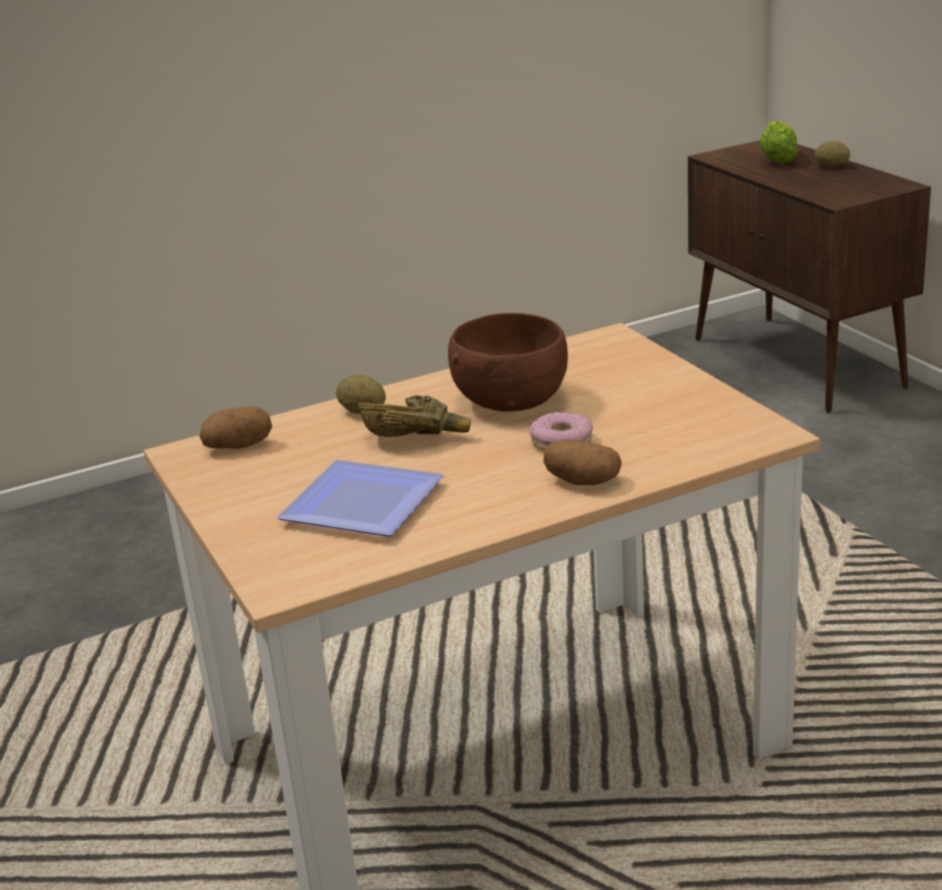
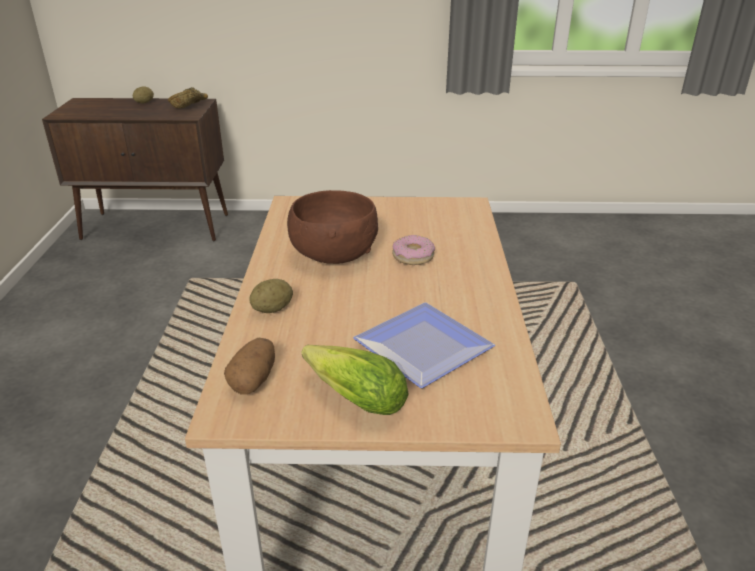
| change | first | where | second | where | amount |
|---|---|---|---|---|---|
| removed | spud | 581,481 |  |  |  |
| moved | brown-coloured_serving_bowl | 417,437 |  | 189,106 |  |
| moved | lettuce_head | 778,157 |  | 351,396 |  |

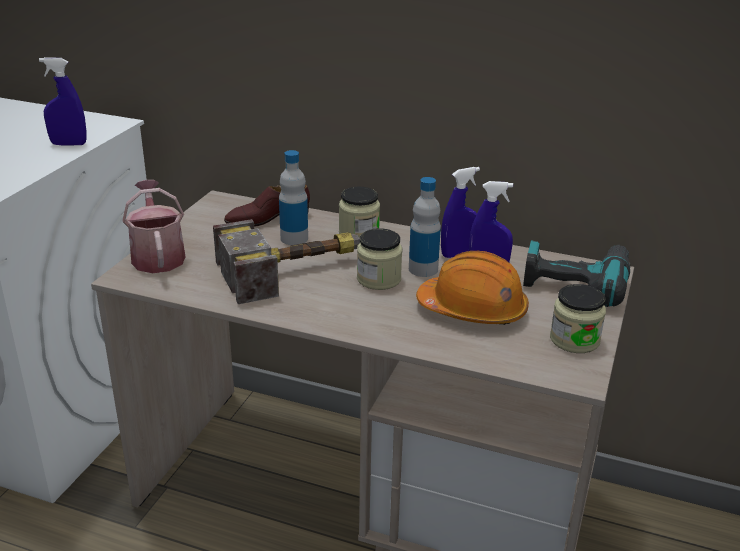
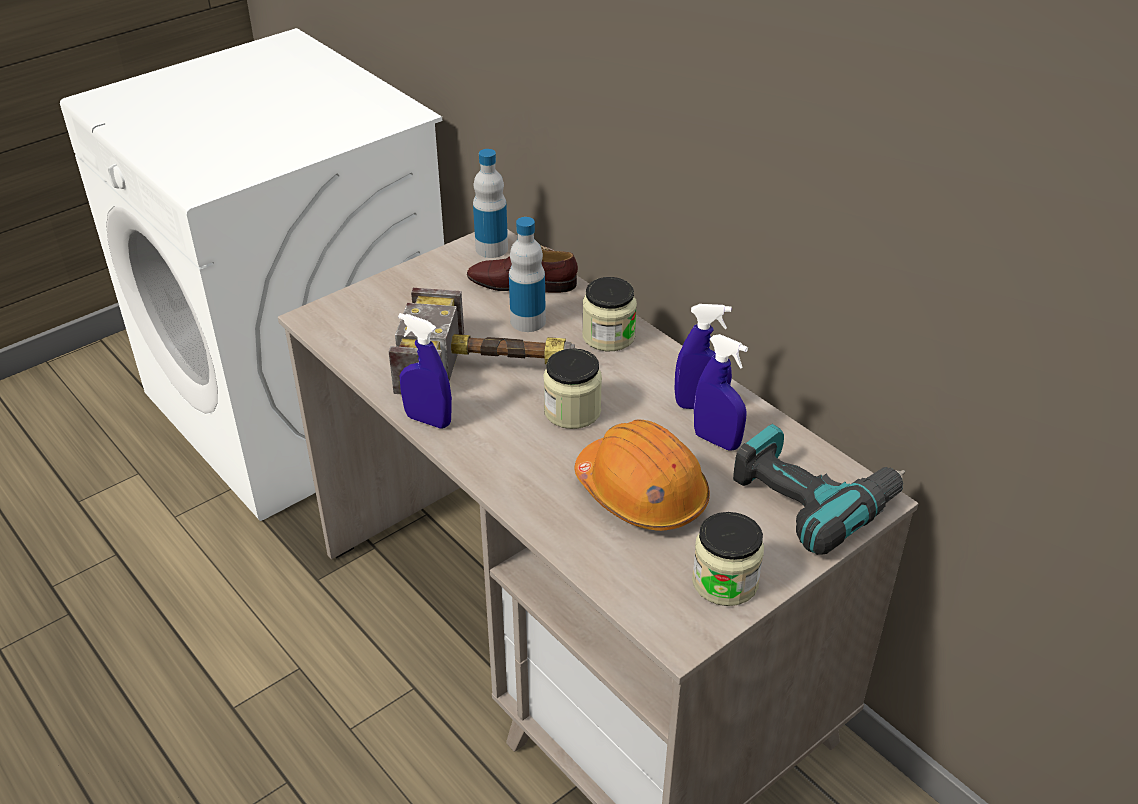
| change | first | where | second | where | amount |
|---|---|---|---|---|---|
| removed | watering_pot | 157,255 |  |  |  |
| moved | blue_hand_sprayer | 69,144 |  | 428,420 |  |
| moved | beverage_bottle | 423,269 |  | 491,249 |  |

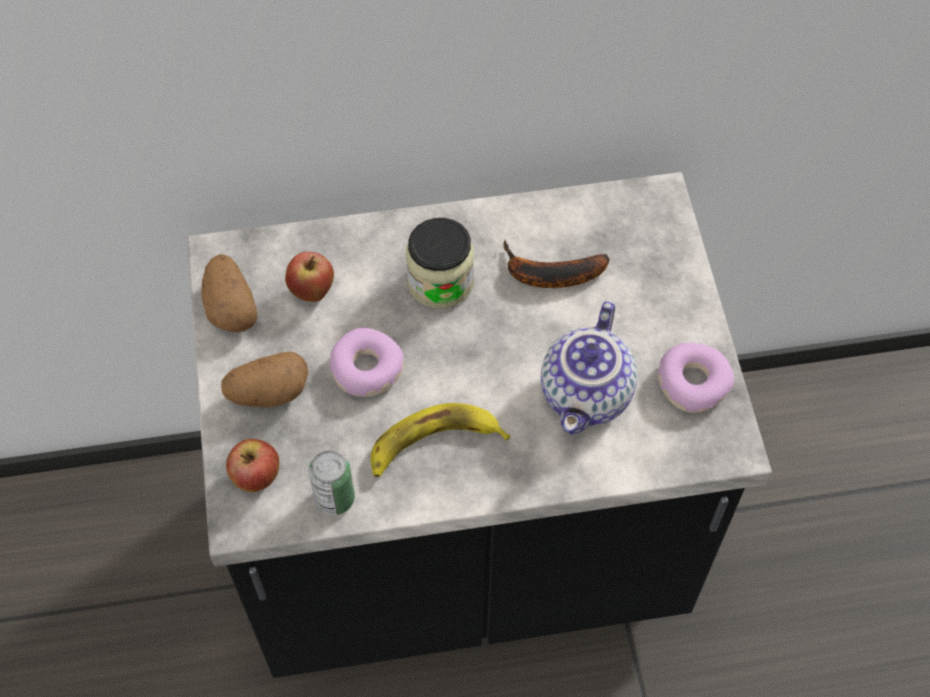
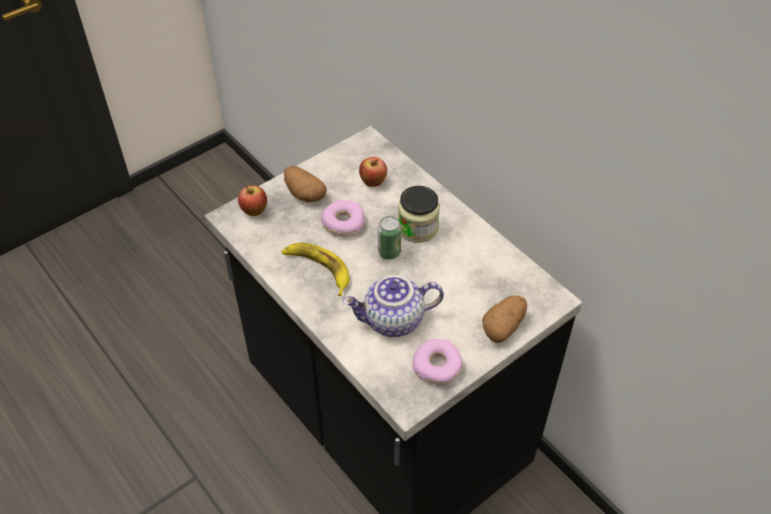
| change | first | where | second | where | amount |
|---|---|---|---|---|---|
| removed | banana | 548,274 |  |  |  |
| moved | spud | 231,306 |  | 504,327 |  |
| moved | can | 335,498 |  | 389,252 |  |

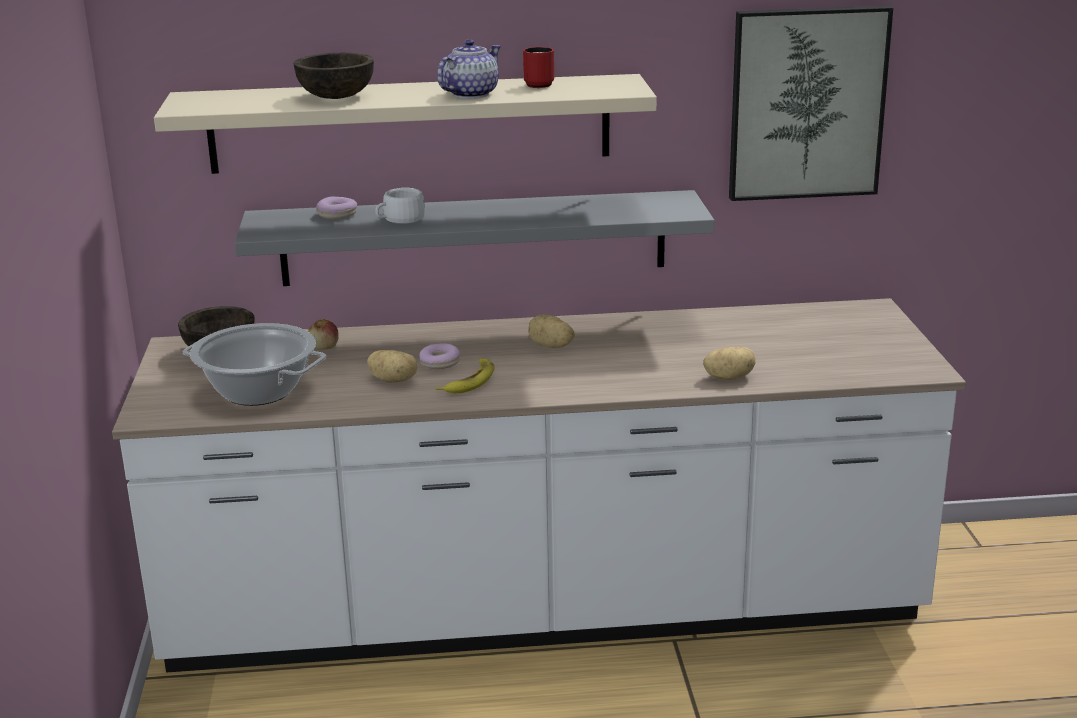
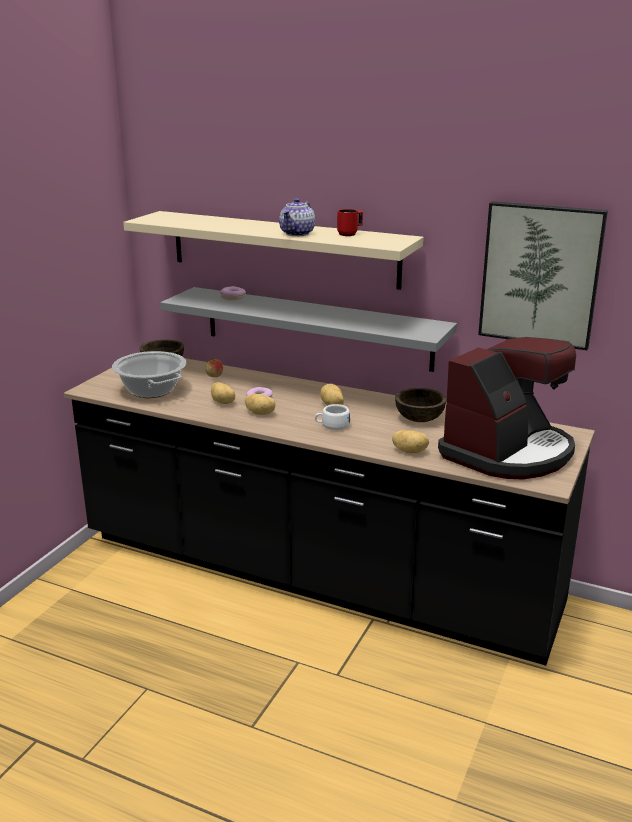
| change | first | where | second | where | amount |
|---|---|---|---|---|---|
| added |  |  | coffee_machine | 508,452 |  |
| moved | brown-coloured_serving_bowl | 337,97 |  | 419,419 |  |
| moved | whitish_drinking_cup | 399,220 |  | 332,425 |  |
| replaced | banana | 470,381 | spud | 260,413 |  |
| recoloured | whitish_kitchen_counter | 543,610 | black-coloured_kitchen_counter | 316,573 |  |
| turned | teapot | 470,94 |  | 298,233 | 135 degrees clockwise |

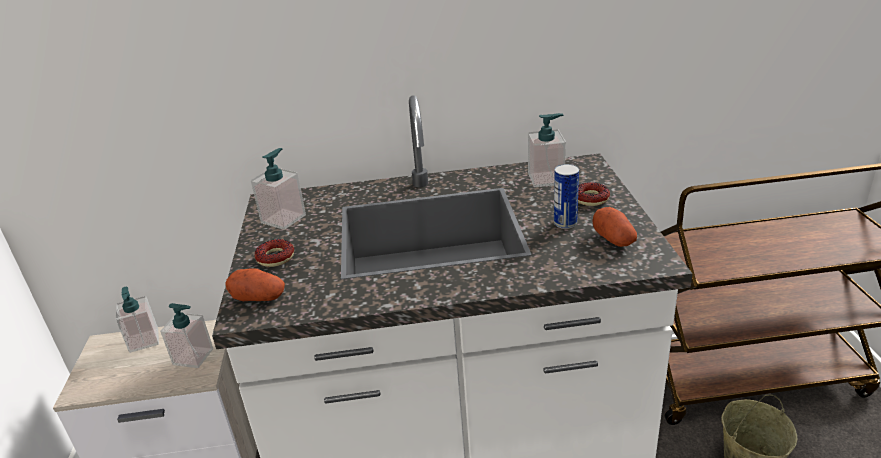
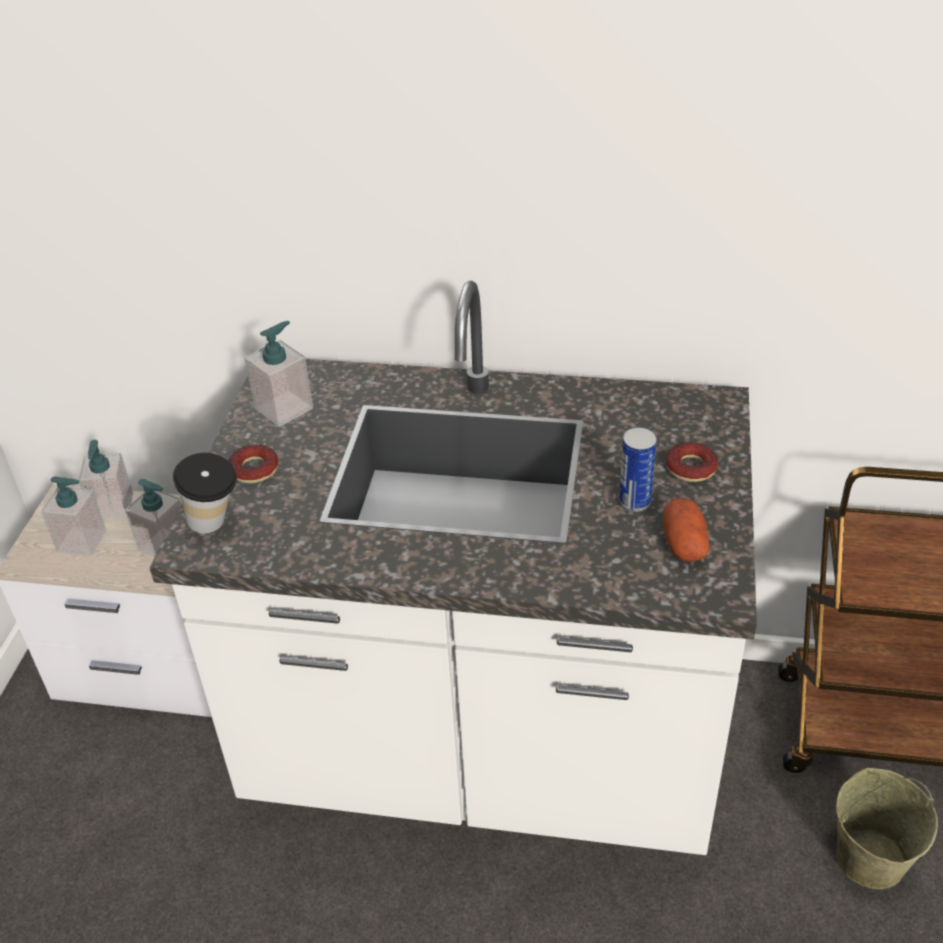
| change | first | where | second | where | amount |
|---|---|---|---|---|---|
| moved | soap_dispenser | 546,179 |  | 82,541 |  |
| replaced | spud | 258,297 | drinking_cup | 216,526 |  |

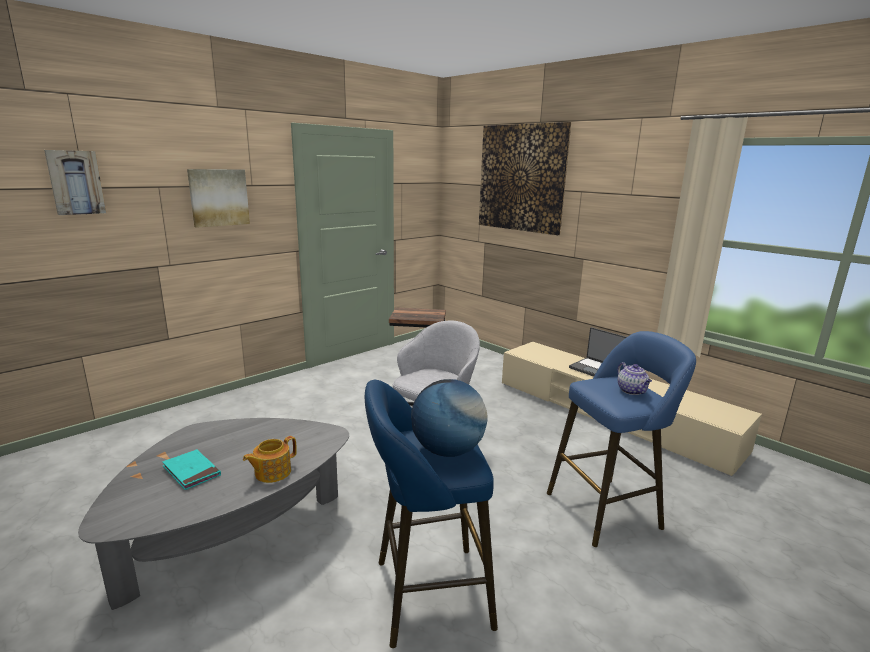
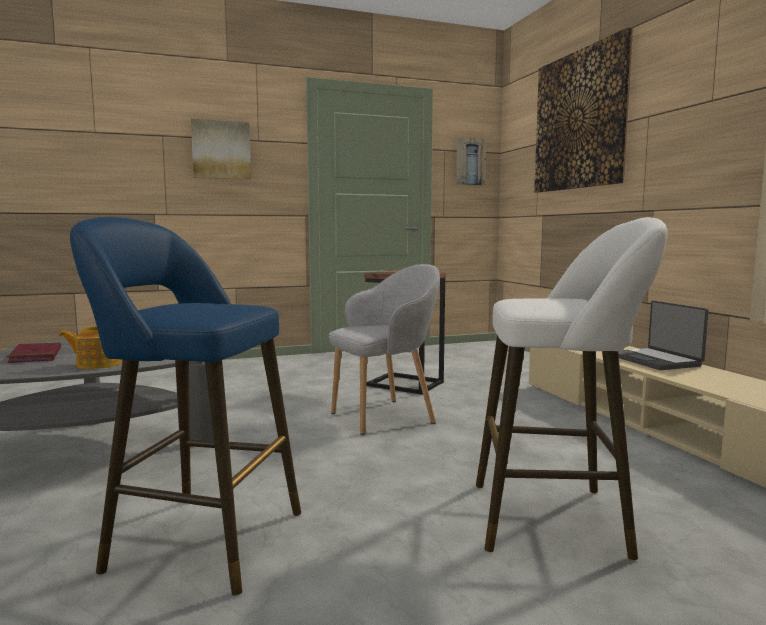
| change | first | where | second | where | amount |
|---|---|---|---|---|---|
| removed | globe | 447,450 |  |  |  |
| removed | teapot | 632,391 |  |  |  |
| moved | wall_art | 76,182 |  | 470,162 |  |
| recoloured | turquoise_bound_book | 191,471 | reddish_bound_book | 36,356 |  |
| recoloured | blue_stool_seat | 608,509 | whitish_stool_seat | 558,518 |  |

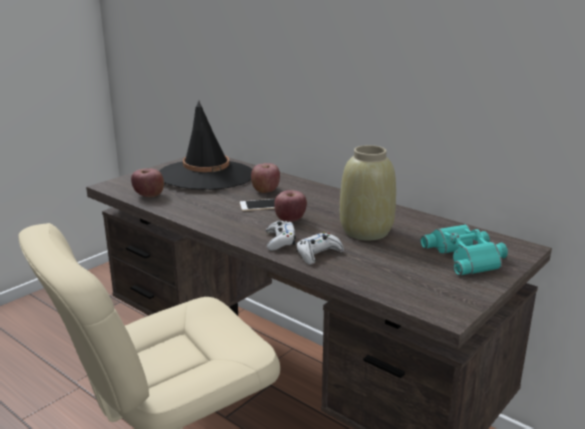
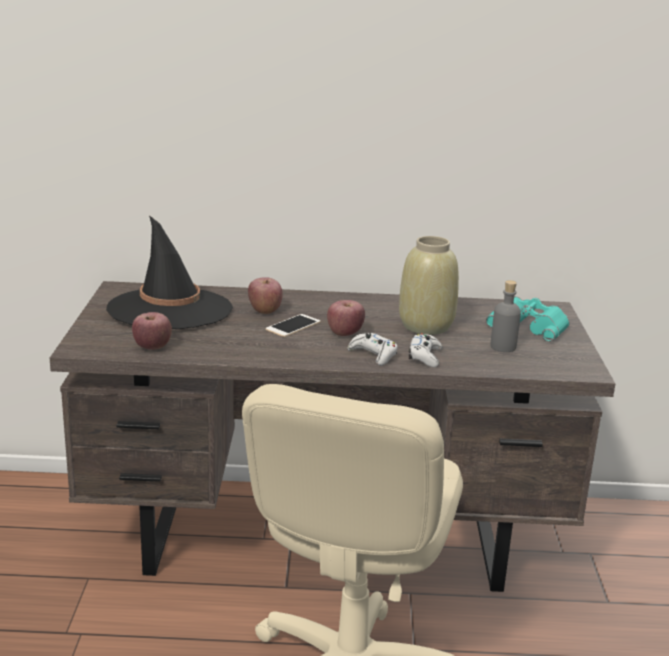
| change | first | where | second | where | amount |
|---|---|---|---|---|---|
| added |  |  | grey_beverage_bottle | 503,347 |  |

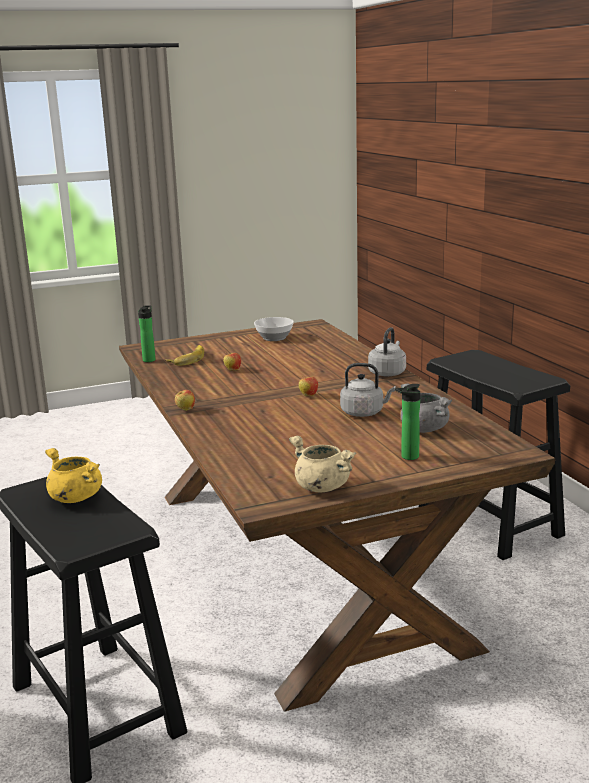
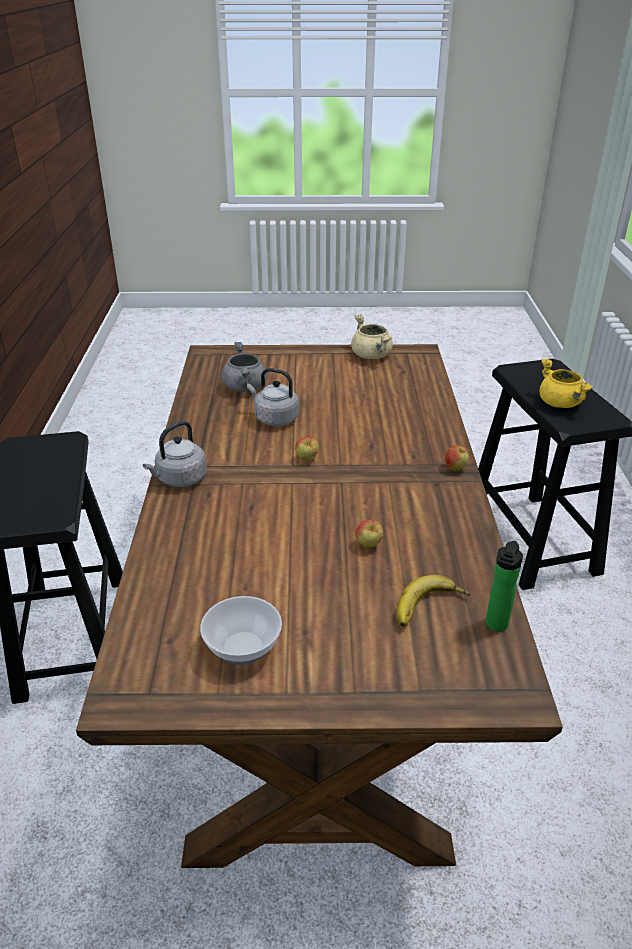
| change | first | where | second | where | amount |
|---|---|---|---|---|---|
| removed | beverage_bottle | 407,457 |  |  |  |

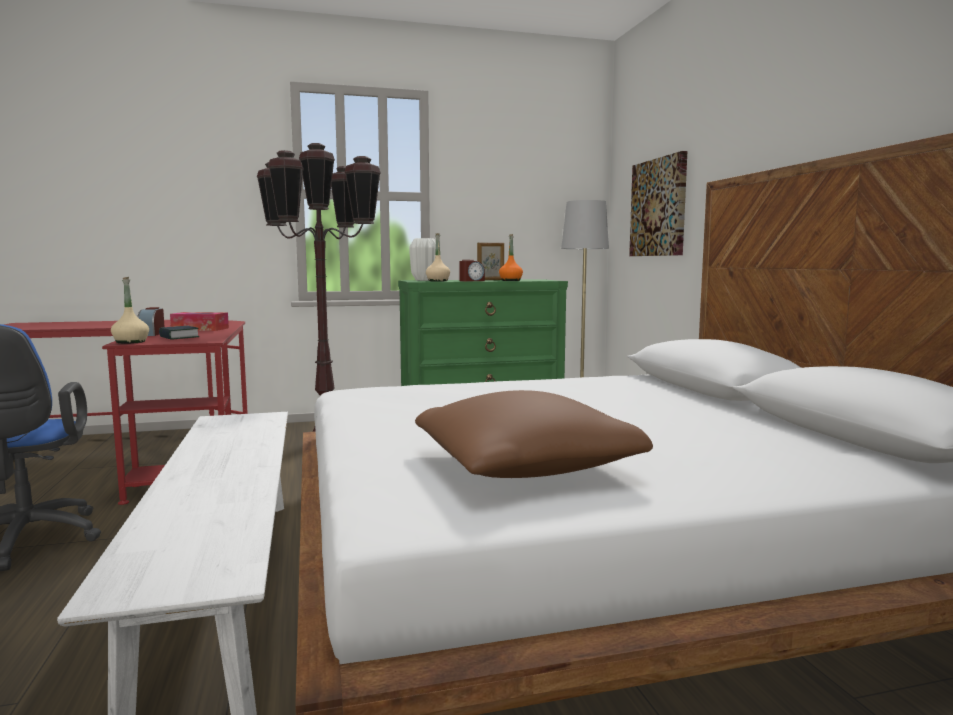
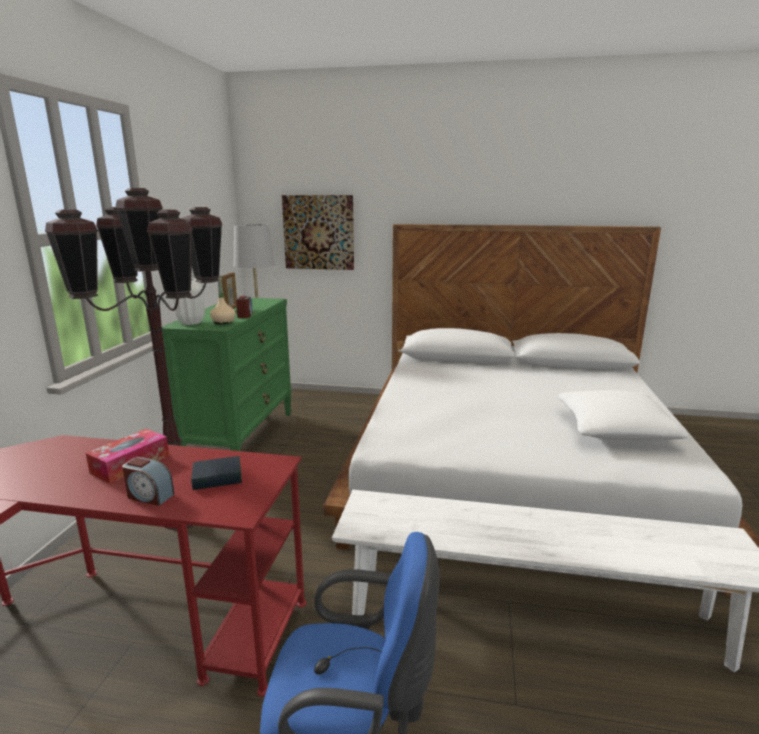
| change | first | where | second | where | amount |
|---|---|---|---|---|---|
| removed | sand-coloured_beverage_bottle | 130,342 |  |  |  |
| removed | orange_beverage_bottle | 510,280 |  |  |  |
| recoloured | brown-coloured_cushion | 525,466 | whitish_cushion | 615,430 |  |

